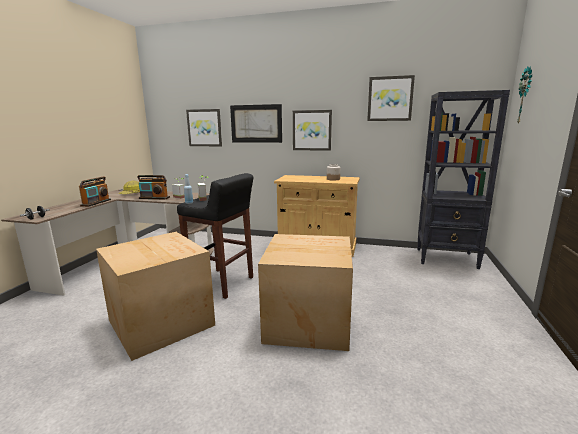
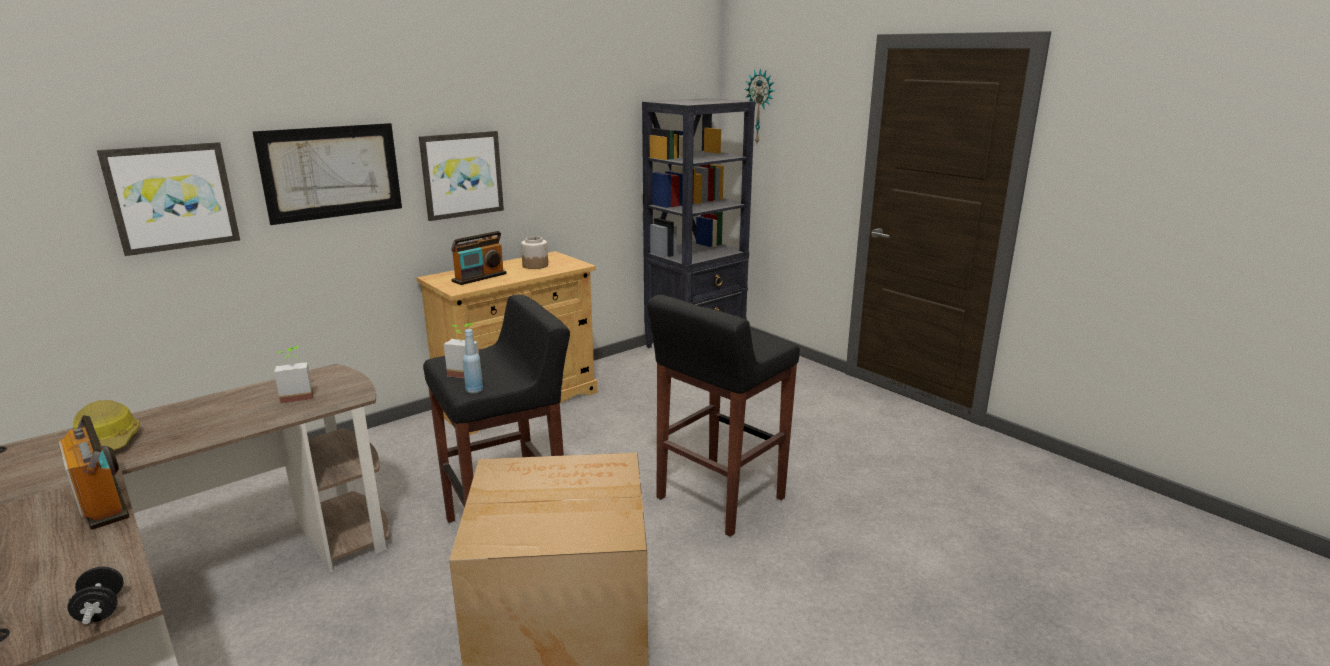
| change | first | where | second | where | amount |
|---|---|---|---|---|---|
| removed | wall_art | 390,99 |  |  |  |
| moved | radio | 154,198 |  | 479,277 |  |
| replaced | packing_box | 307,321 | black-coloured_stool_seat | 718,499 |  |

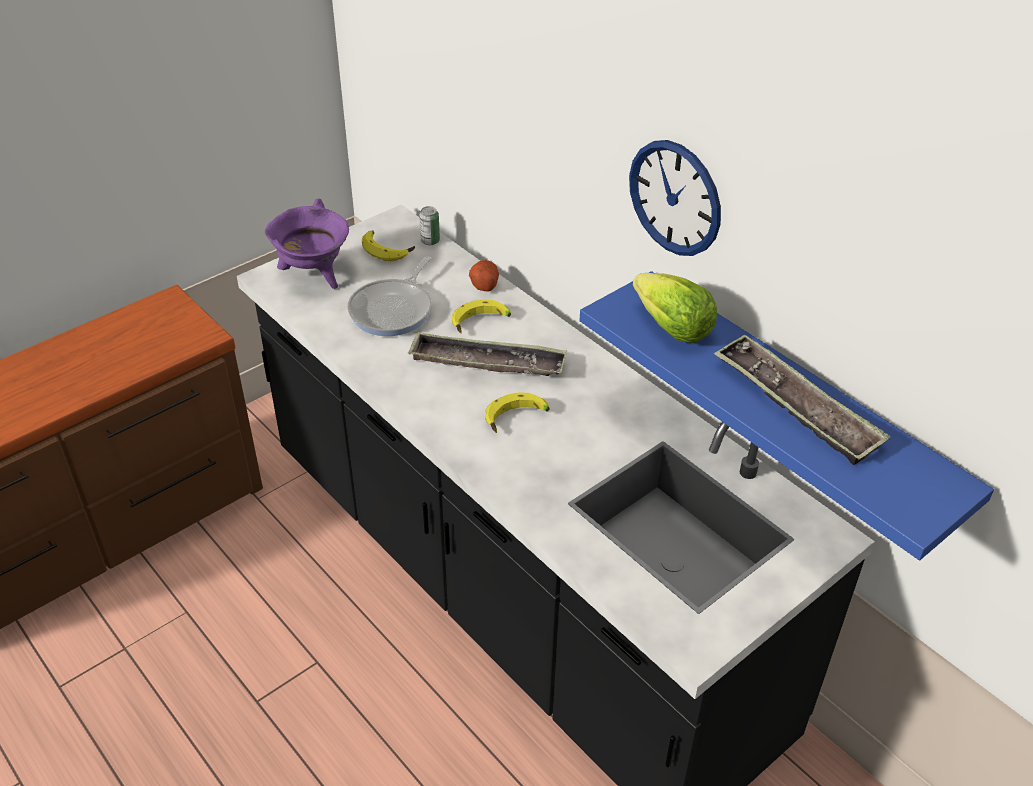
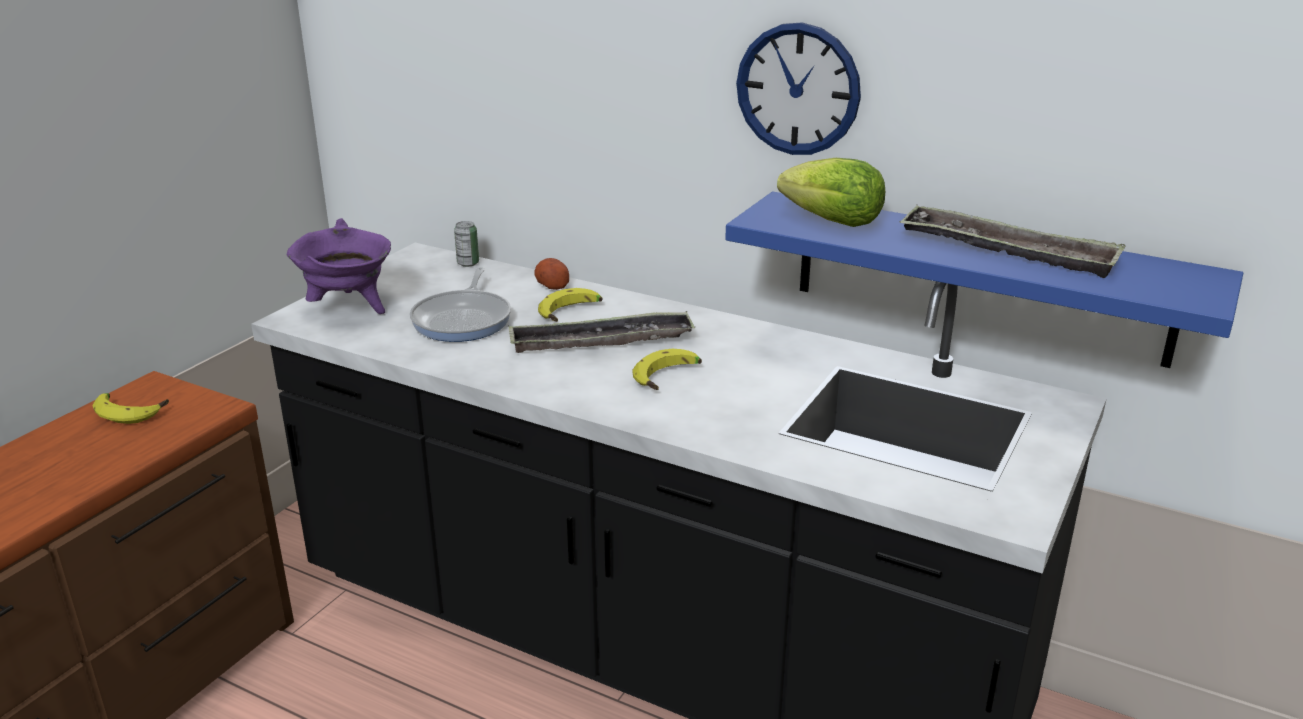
| change | first | where | second | where | amount |
|---|---|---|---|---|---|
| moved | banana | 387,249 |  | 131,412 |  |

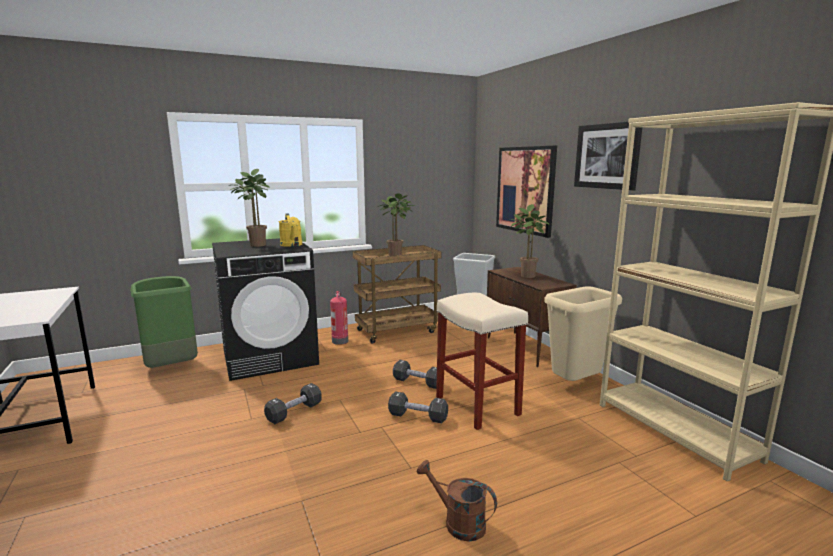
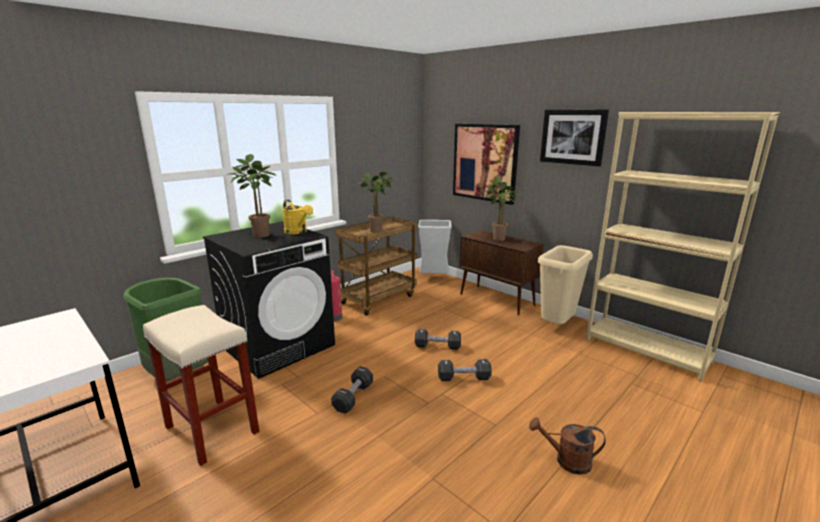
| change | first | where | second | where | amount |
|---|---|---|---|---|---|
| moved | sand-coloured_stool_seat | 478,406 |  | 213,430 |  |

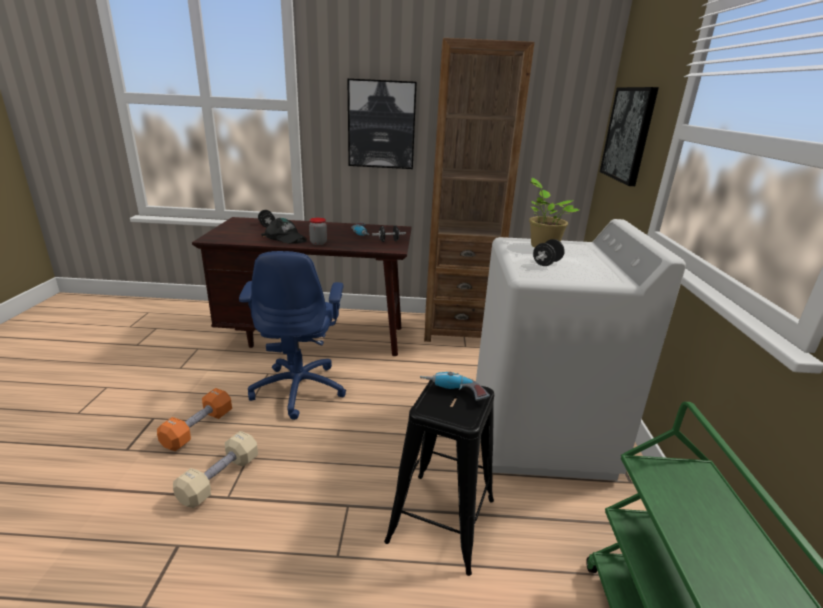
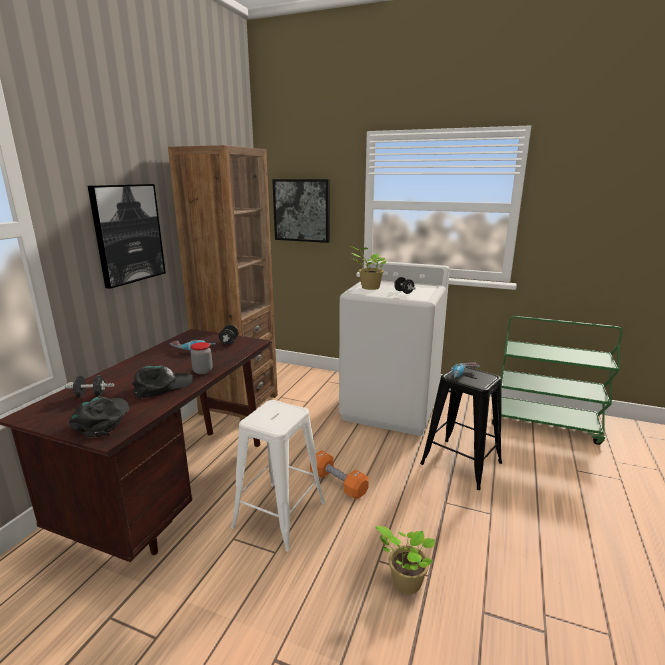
| change | first | where | second | where | amount |
|---|---|---|---|---|---|
| added |  |  | black-coloured_baseball_cap | 103,420 |  |
| moved | orange_dumbbell | 198,429 |  | 338,483 |  |
| replaced | sand-coloured_dumbbell | 220,479 | potted_plant | 404,582 |  |
| replaced | blue_desk_chair | 299,388 | whitish_stool_seat | 279,514 |  |

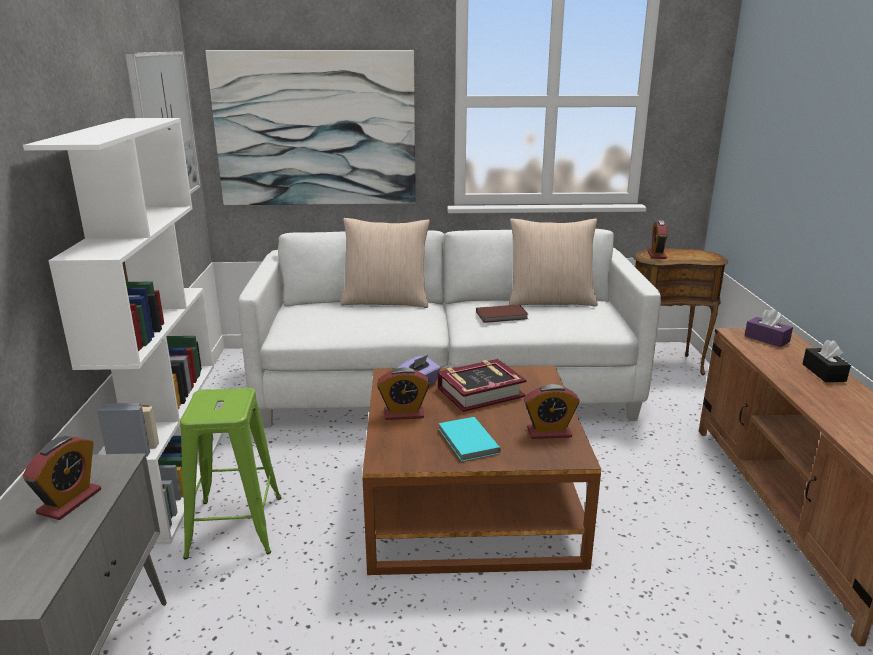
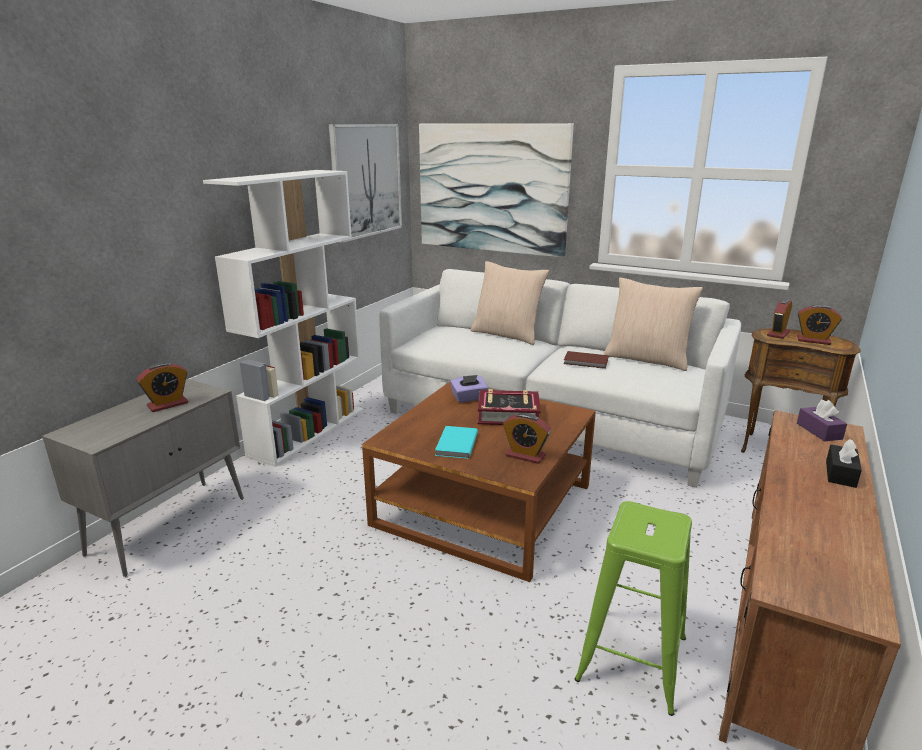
| change | first | where | second | where | amount |
|---|---|---|---|---|---|
| moved | green-coloured_stool_seat | 235,525 |  | 632,657 |  |
| moved | bedside_clock | 404,414 |  | 813,340 |  |

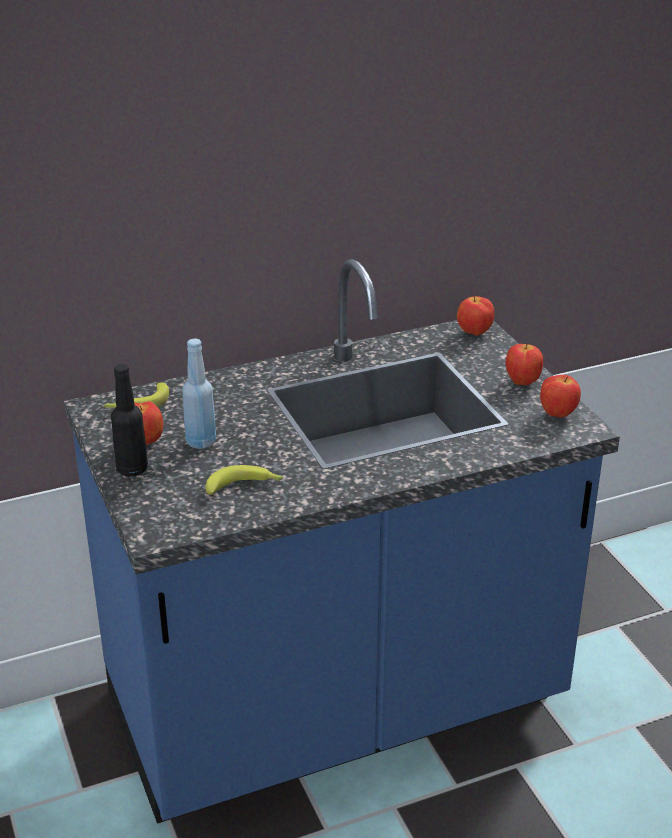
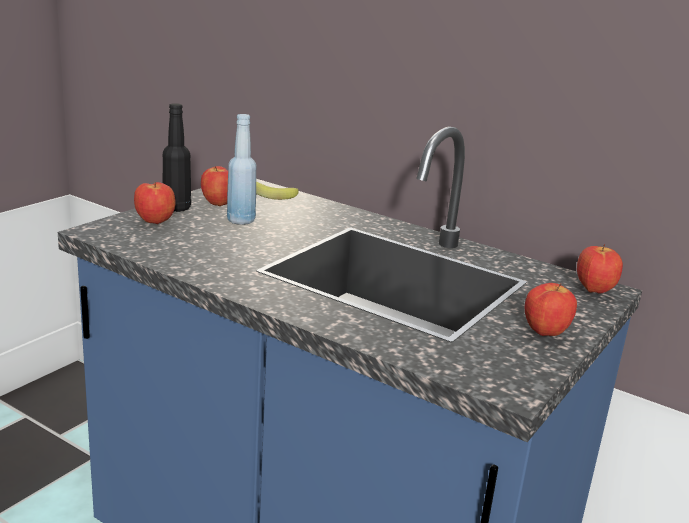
| change | first | where | second | where | amount |
|---|---|---|---|---|---|
| removed | banana | 245,487 |  |  |  |
| moved | apple_fruit | 558,414 |  | 155,222 |  |

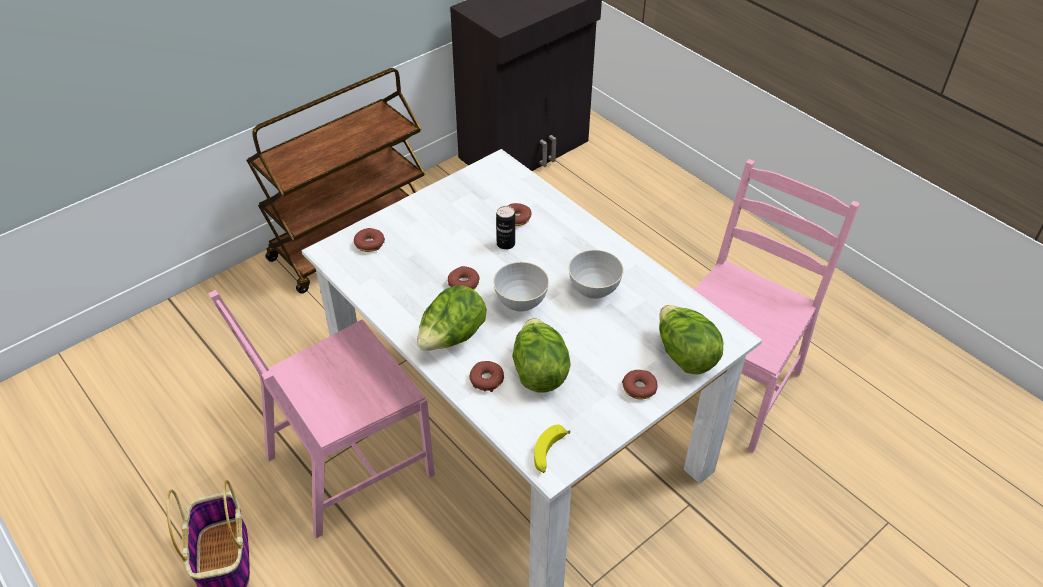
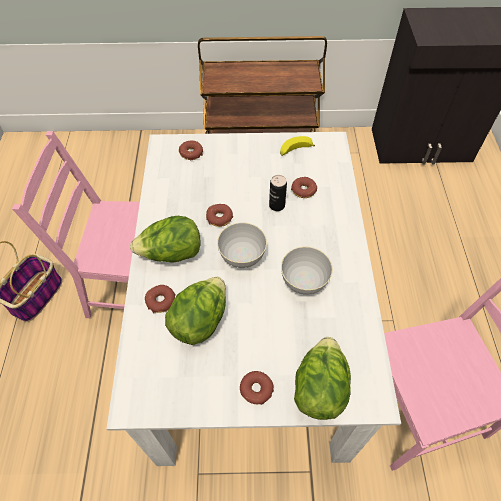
| change | first | where | second | where | amount |
|---|---|---|---|---|---|
| moved | banana | 549,453 |  | 295,150 |  |

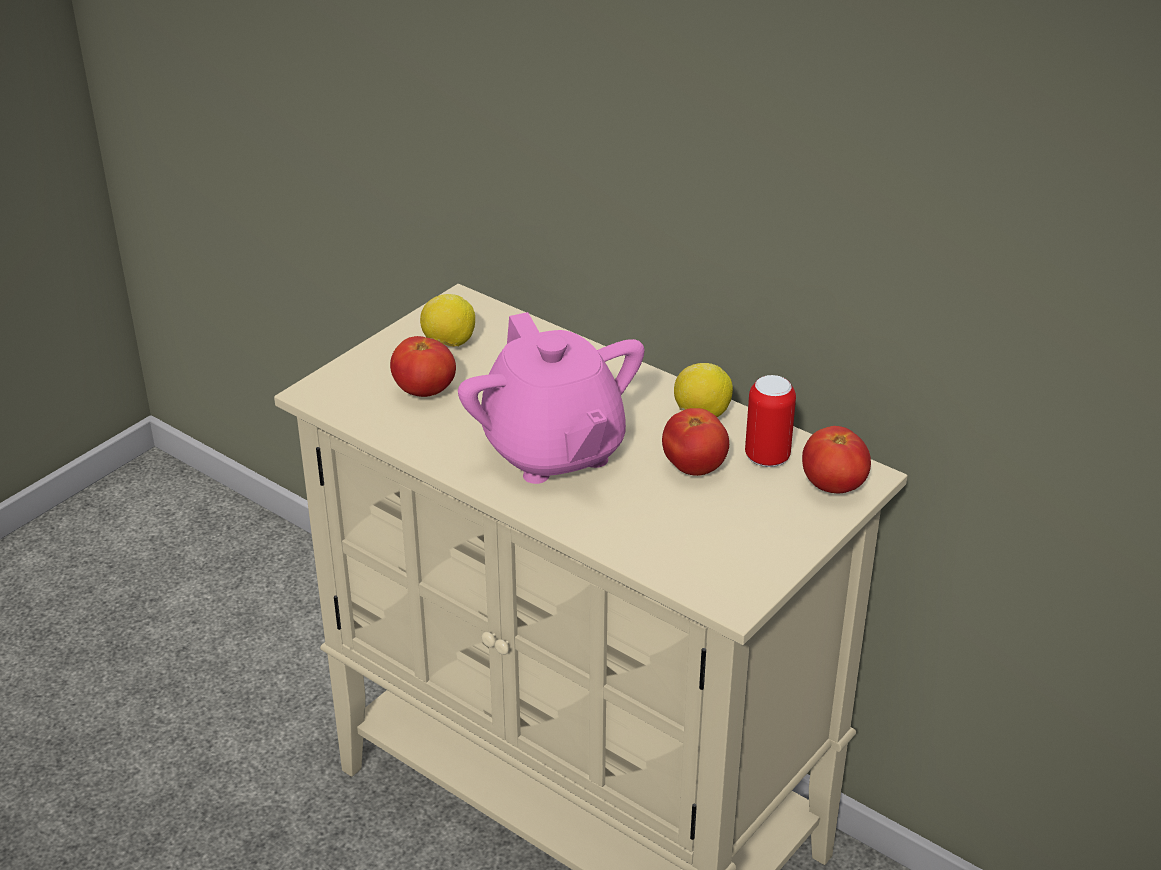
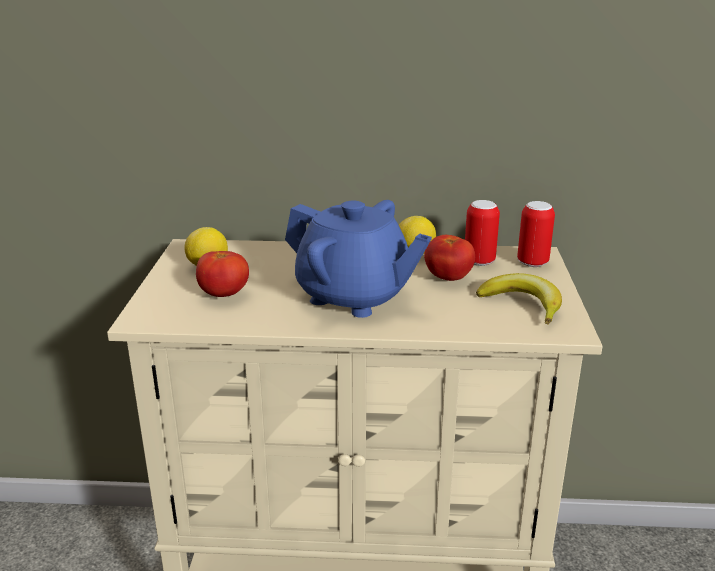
| change | first | where | second | where | amount |
|---|---|---|---|---|---|
| added |  |  | banana | 522,305 |  |
| replaced | whole_tomato | 833,486 | can | 532,262 |  |
| recoloured | pinkish_teapot | 553,451 | blue_teapot | 354,297 |  |

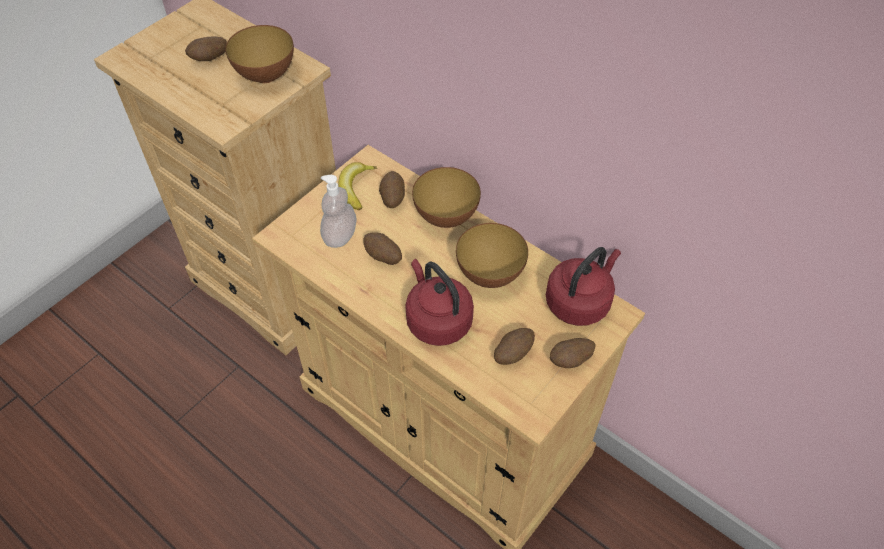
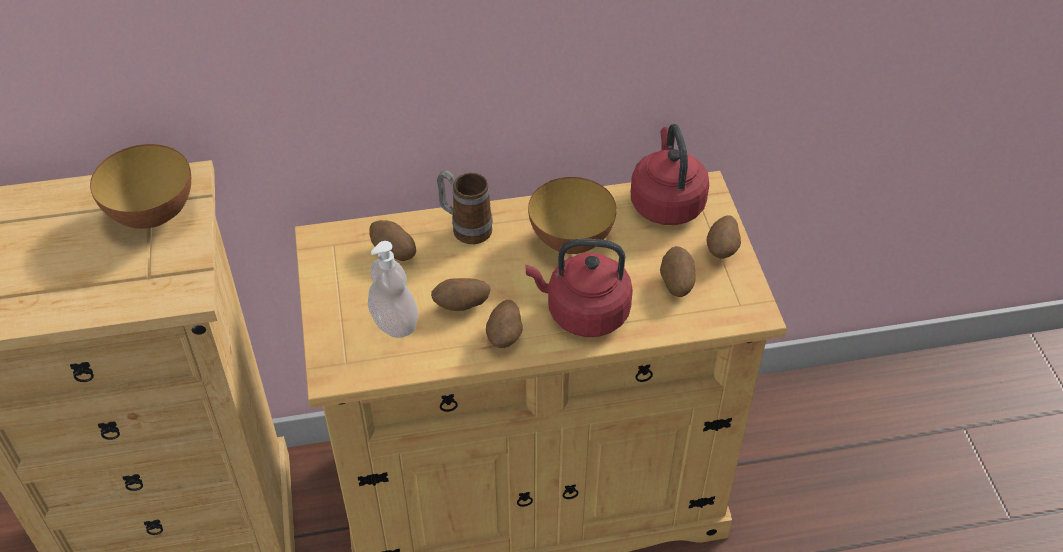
| change | first | where | second | where | amount |
|---|---|---|---|---|---|
| removed | banana | 355,188 |  |  |  |
| moved | spud | 209,59 |  | 505,336 |  |
| replaced | serving_bowl | 446,217 | mug | 465,228 |  |

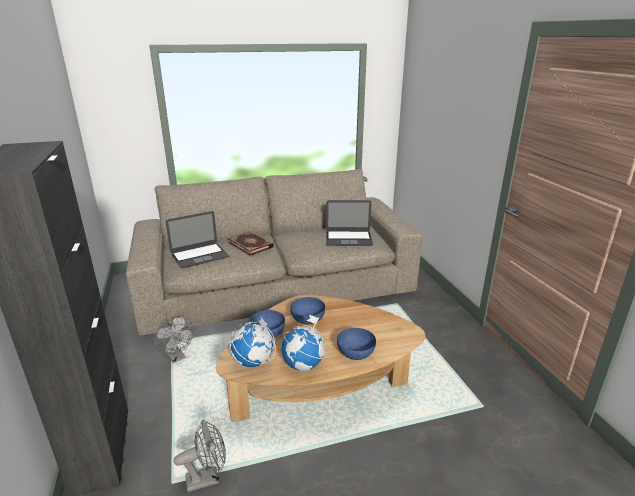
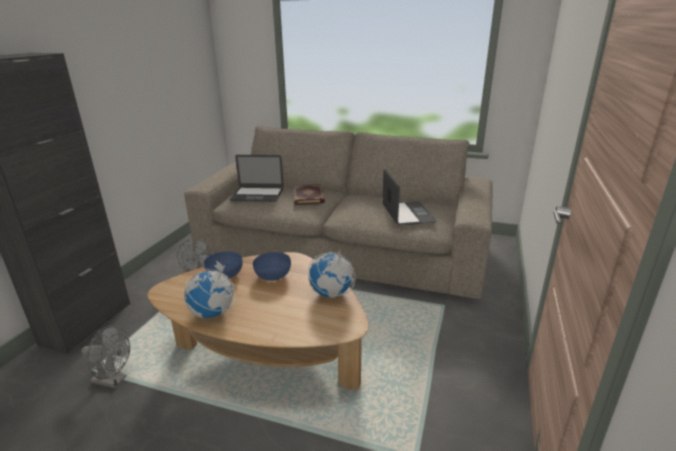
| change | first | where | second | where | amount |
|---|---|---|---|---|---|
| removed | blue_serving_bowl | 356,352 |  |  |  |
| moved | globe | 253,362 |  | 331,294 |  |
| turned | laptop | 348,238 |  | 407,213 | 135 degrees counterclockwise |

